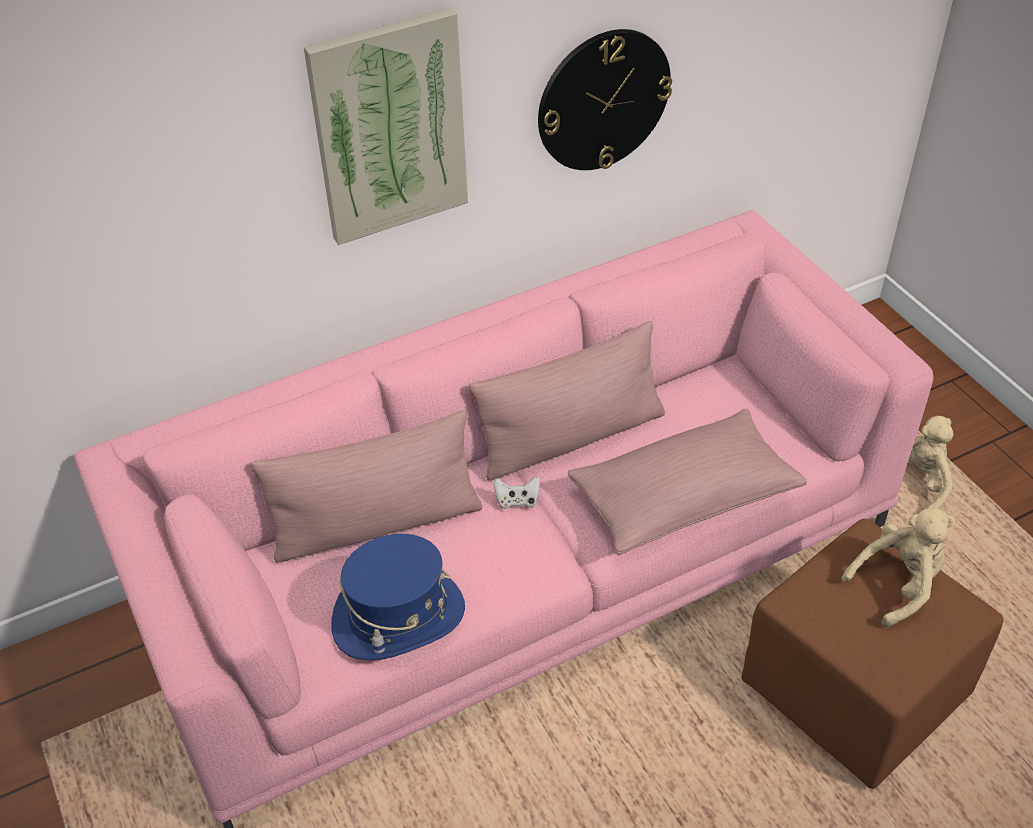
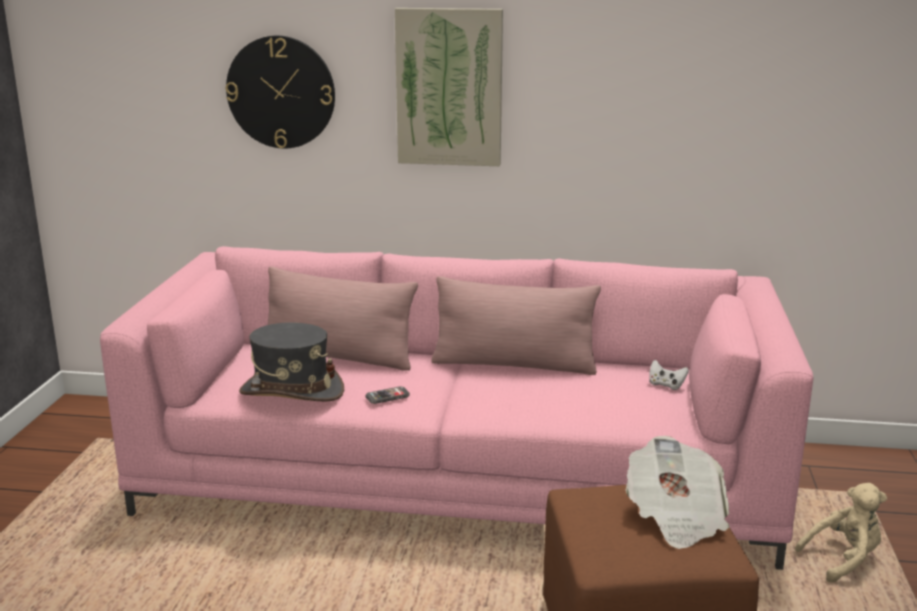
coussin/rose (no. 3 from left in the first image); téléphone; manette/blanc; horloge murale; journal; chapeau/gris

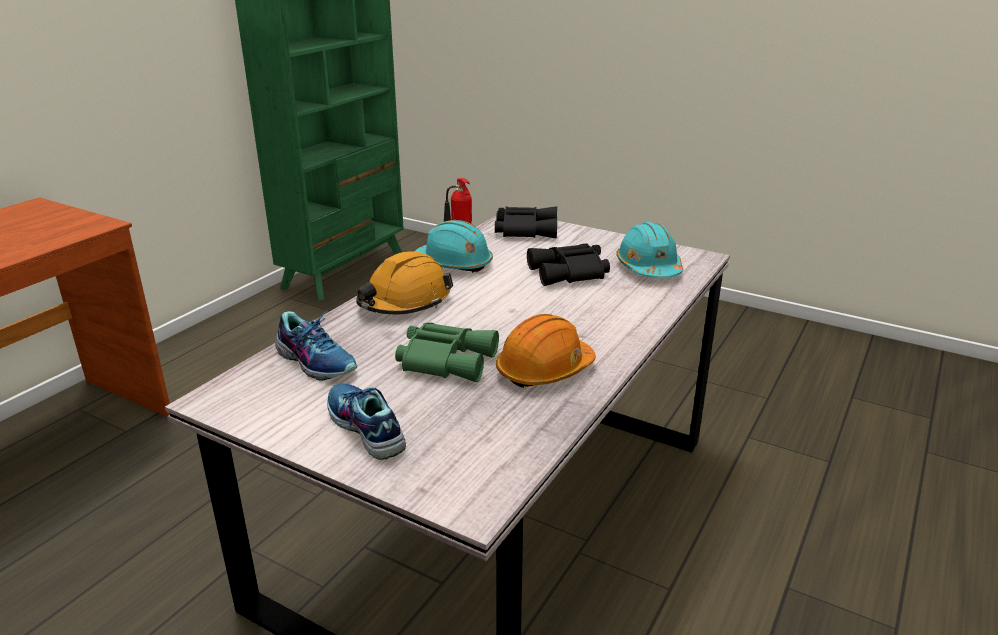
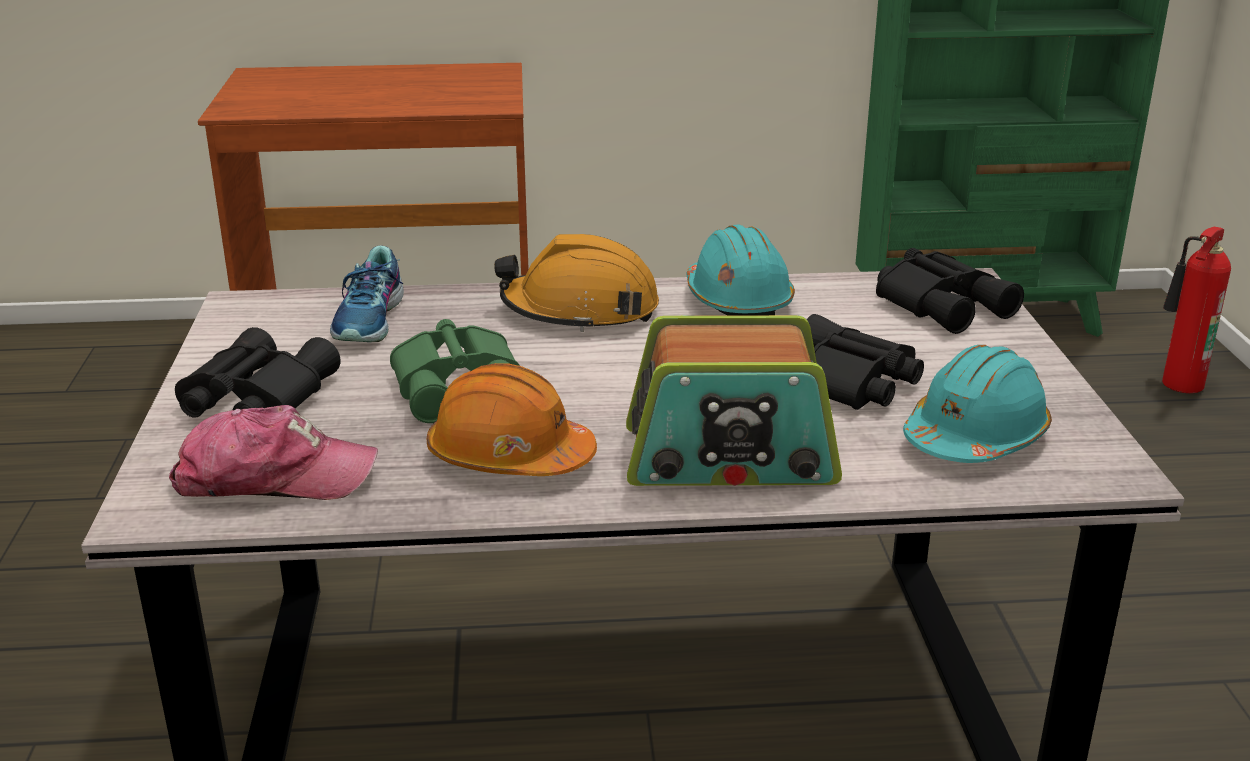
casquette; radio; jumelles/noir (no. 1 from left)

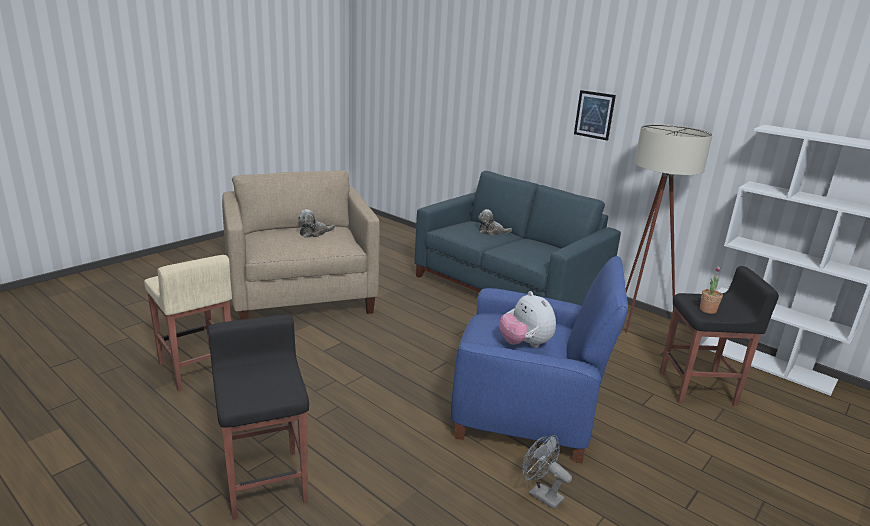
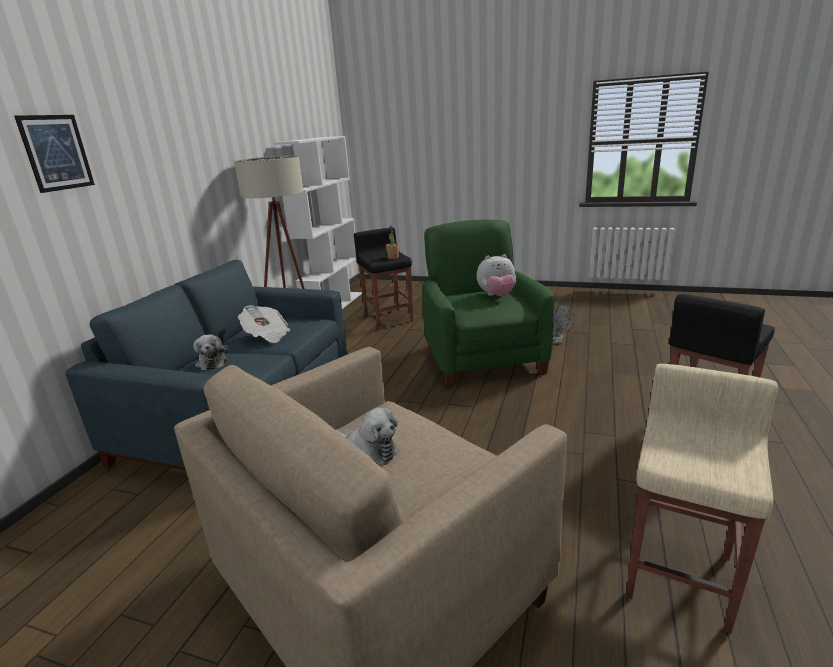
journal; tableau; fauteuil/vert; peluche (no. 3 from left)

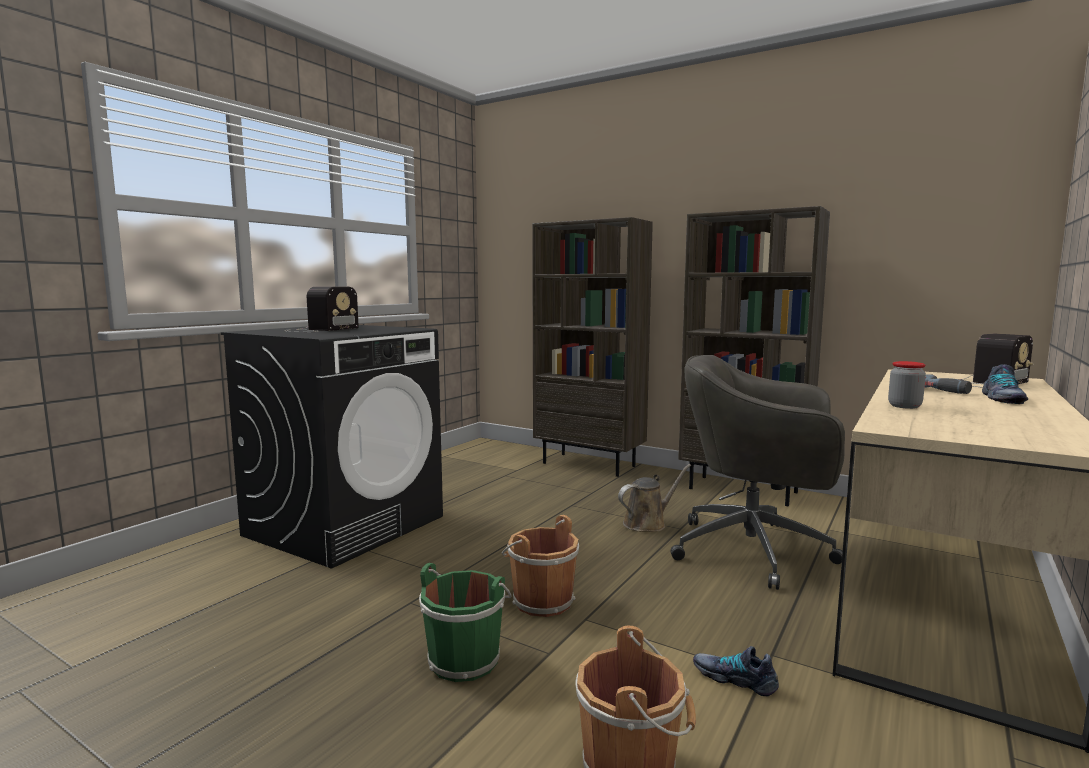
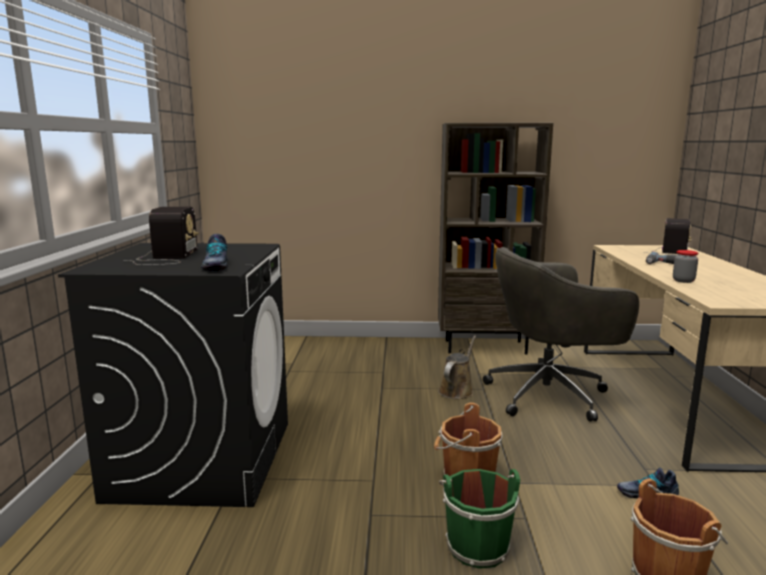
bibliothèque/marron (no. 1 from left in the first image); chaussure (no. 1 from left)

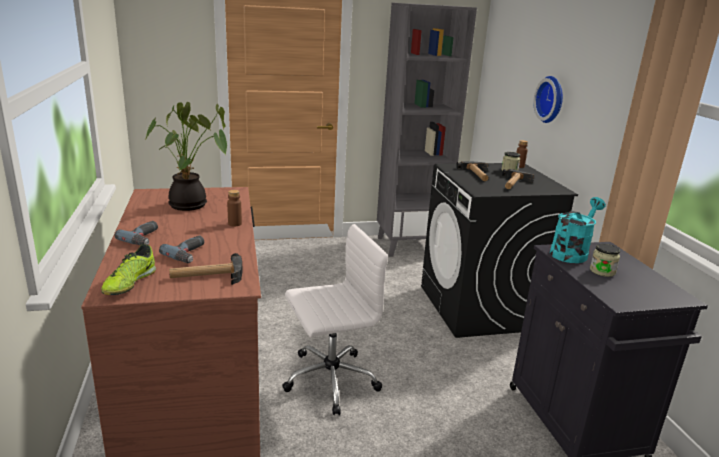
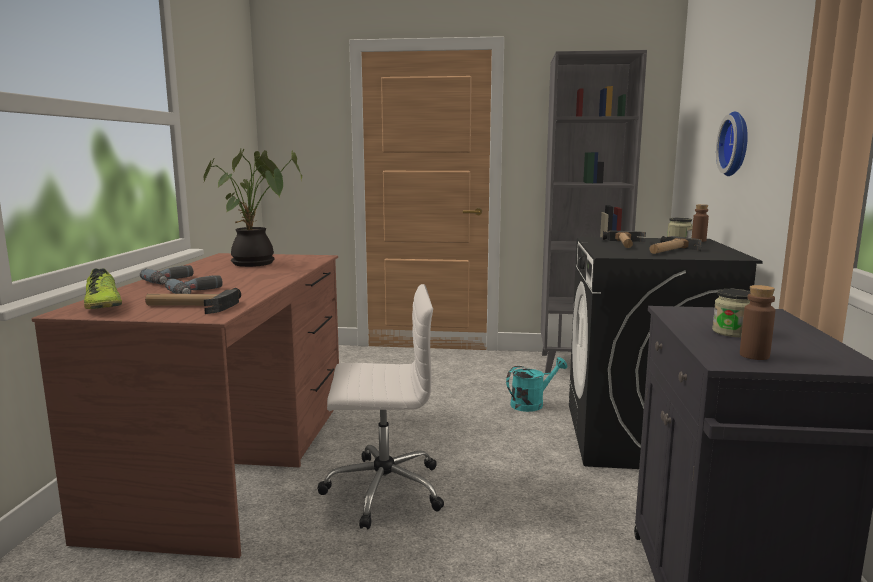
bouteille/marron (no. 2 from left); arrosoir/turquoise; chaussure

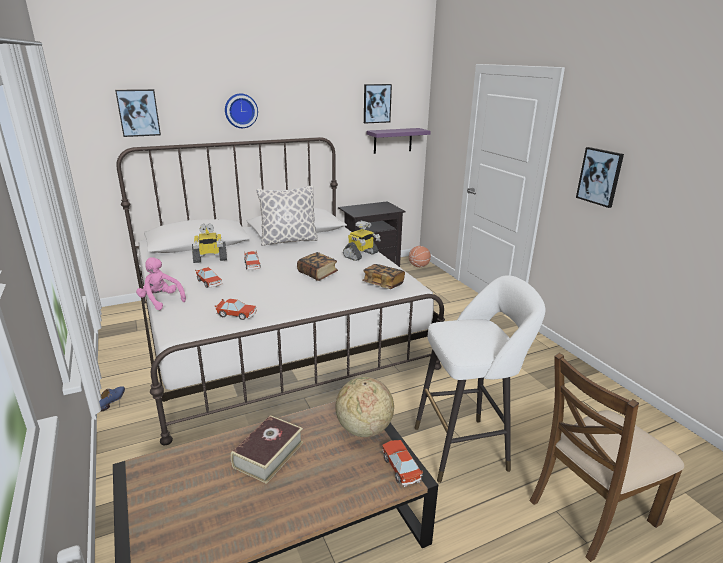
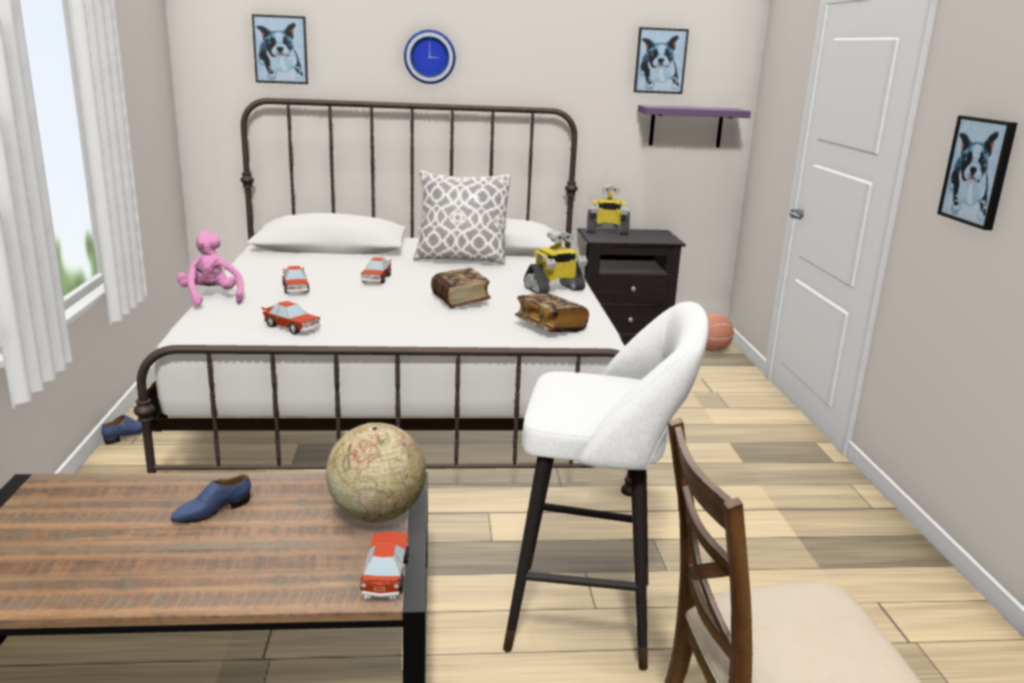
robot jouet (no. 2 from left); chaussure/bleu (no. 2 from left)

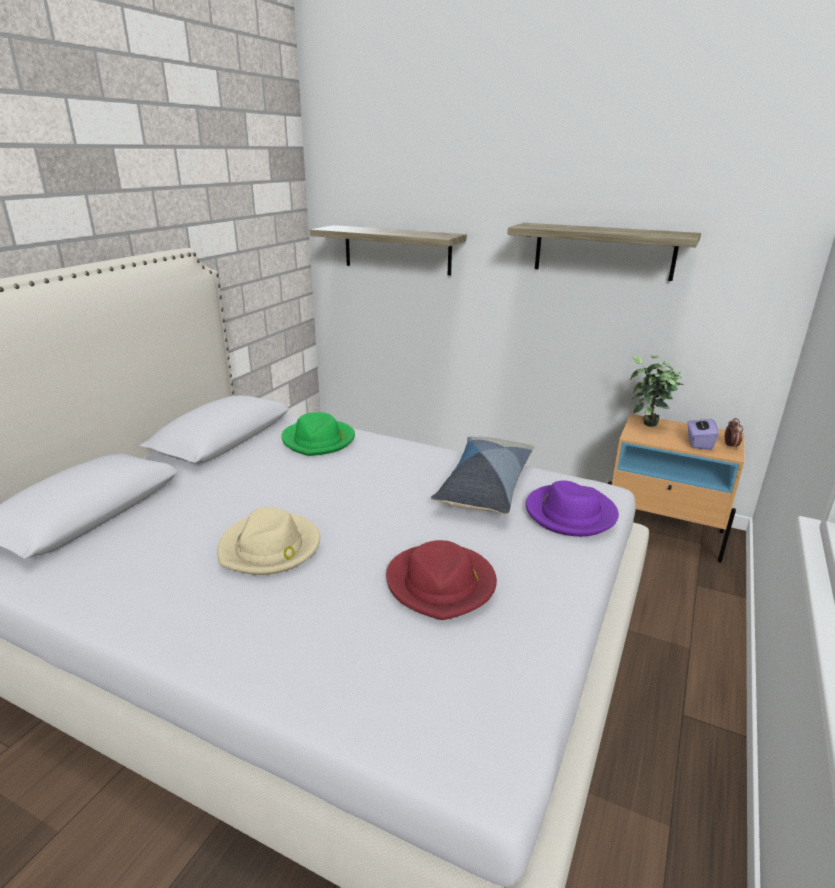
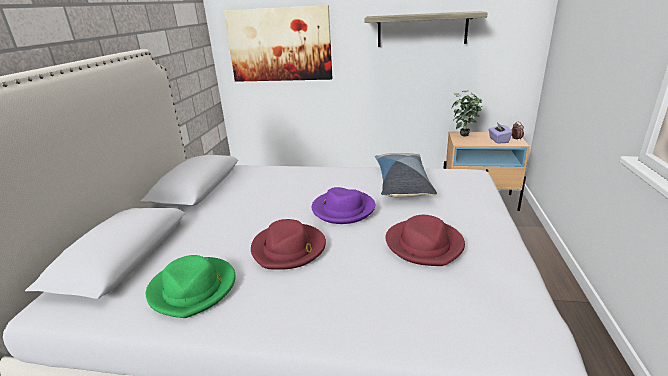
chapeau/vert; chapeau/violet; tableau; chapeau/rouge (no. 1 from left)

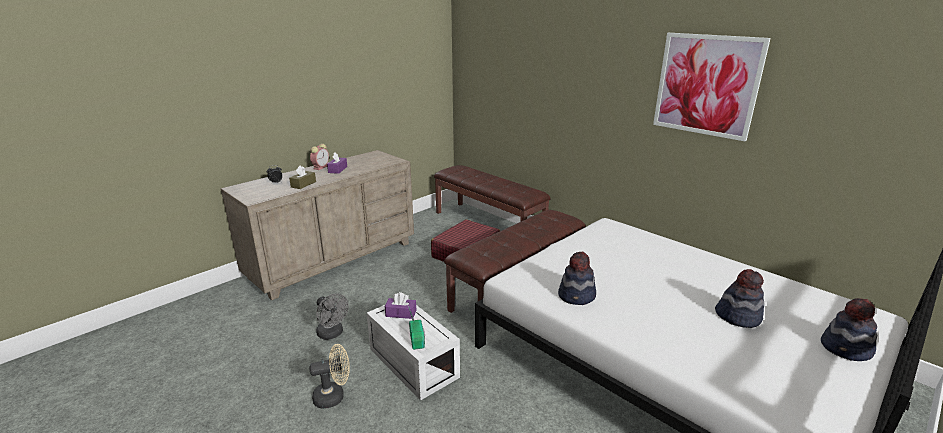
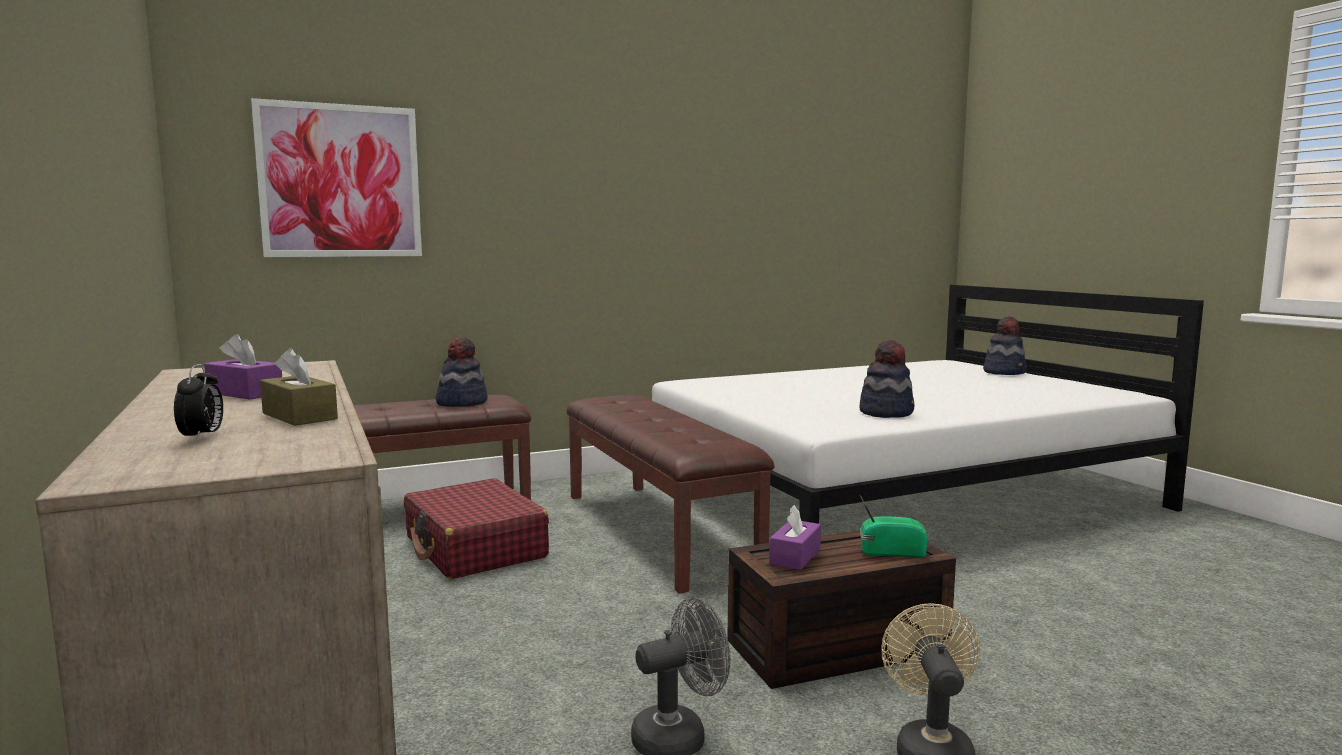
réveil (no. 2 from left in the first image); tableau; chapeau (no. 1 from left); boîte de rangement/marron

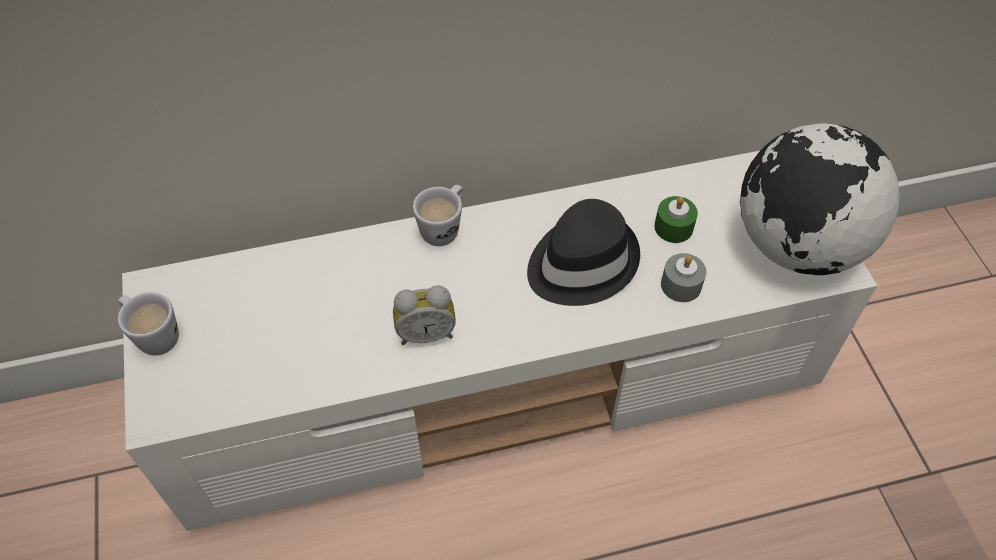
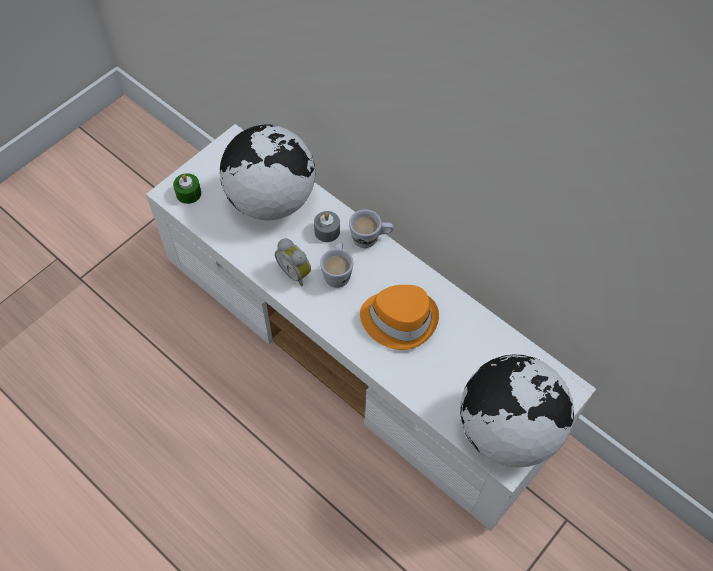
globe (no. 1 from left); mug/blanc (no. 1 from left); bougie/vert; bougie/gris; chapeau/orange

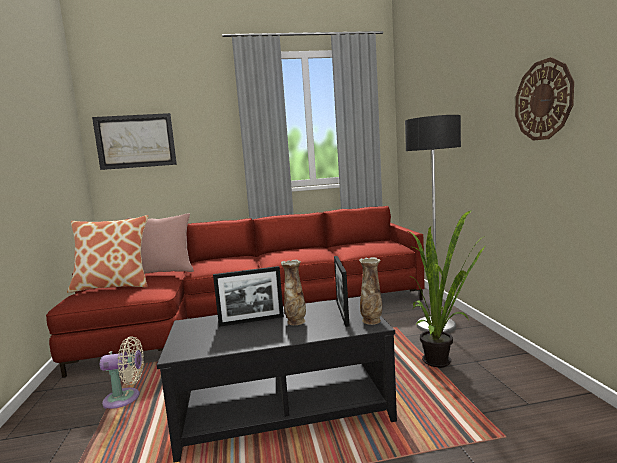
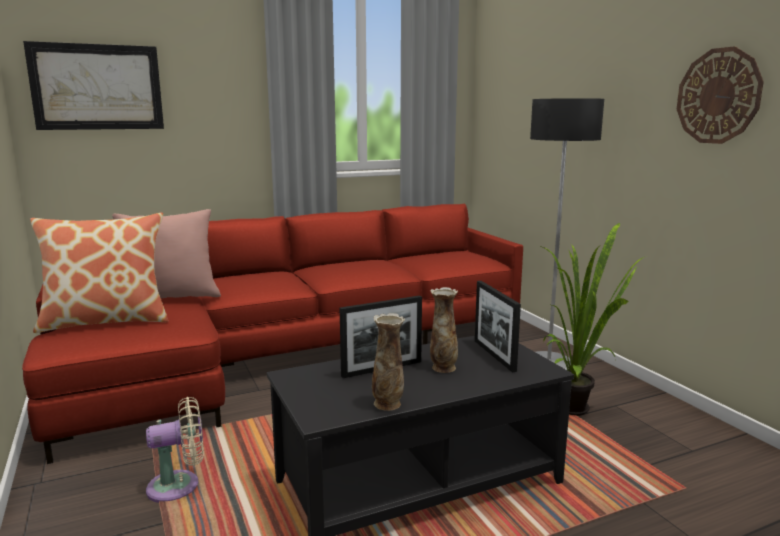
vase (no. 1 from left)

